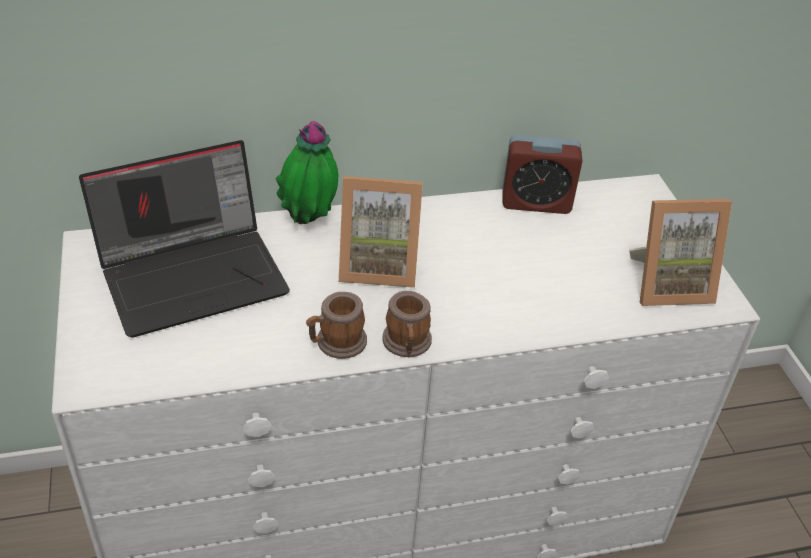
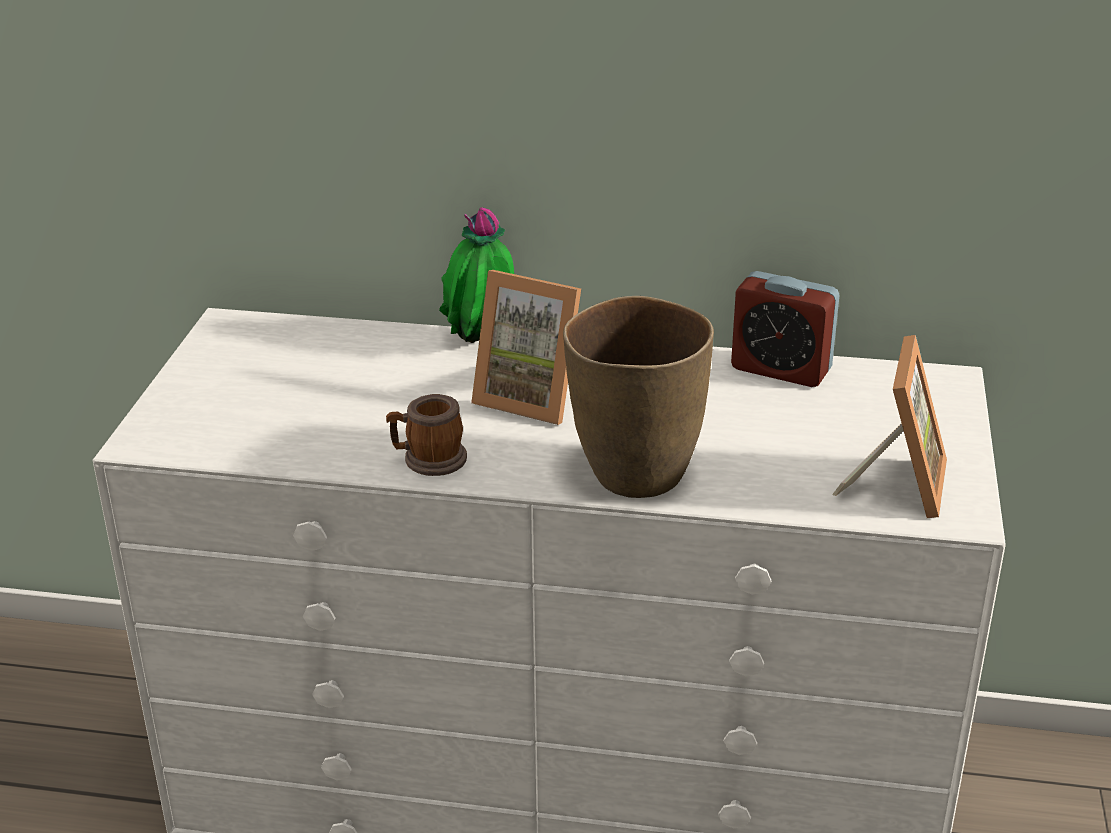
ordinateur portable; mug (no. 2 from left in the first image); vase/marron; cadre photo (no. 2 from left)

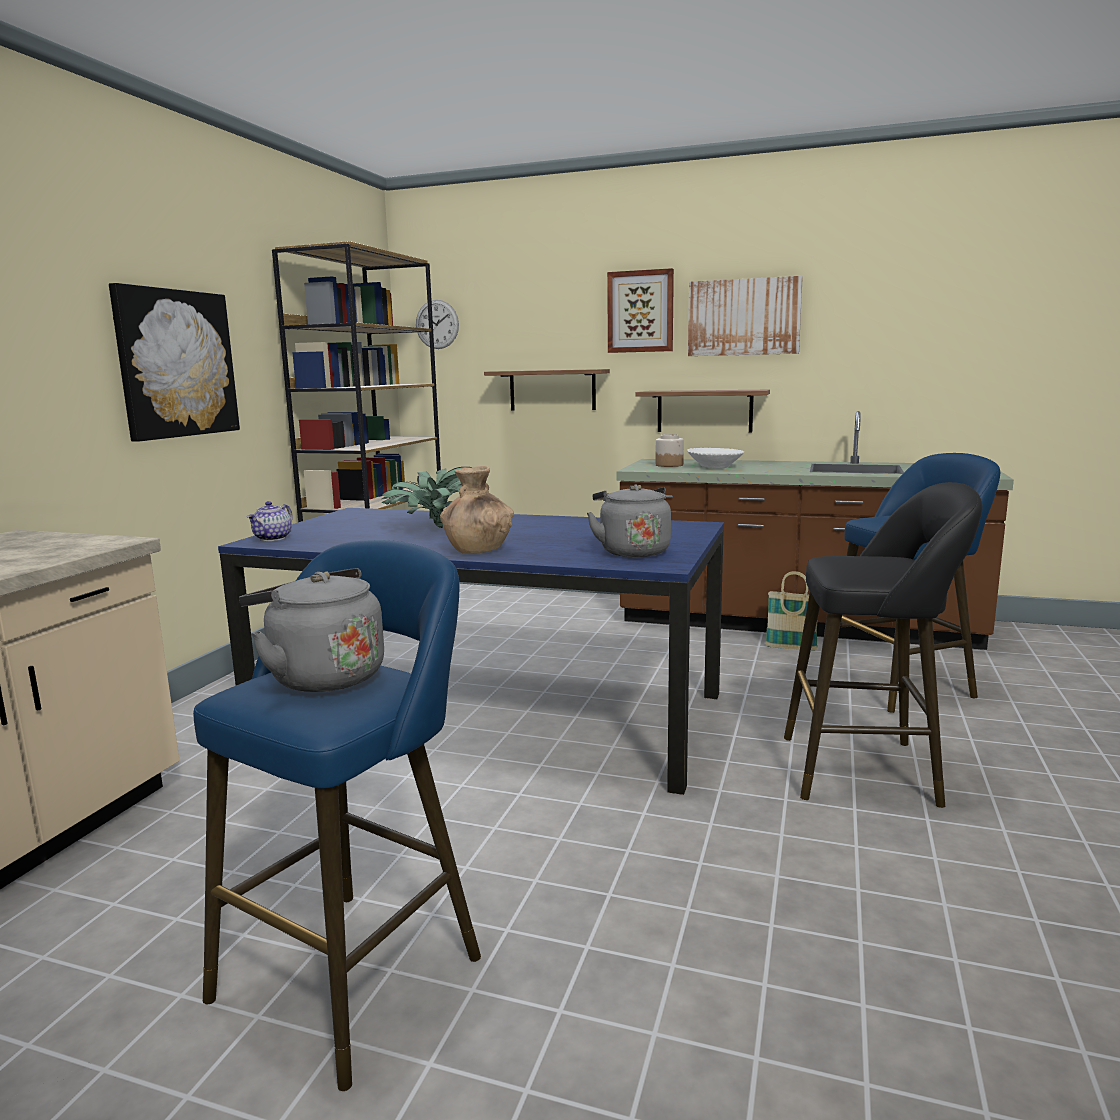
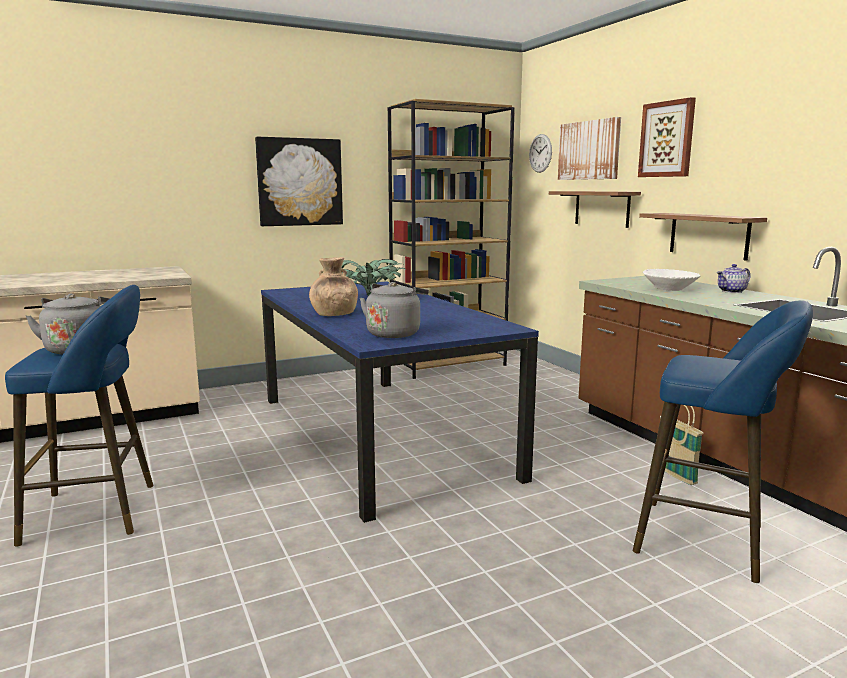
bocal; tabouret/noir; théière; tableau (no. 2 from left)

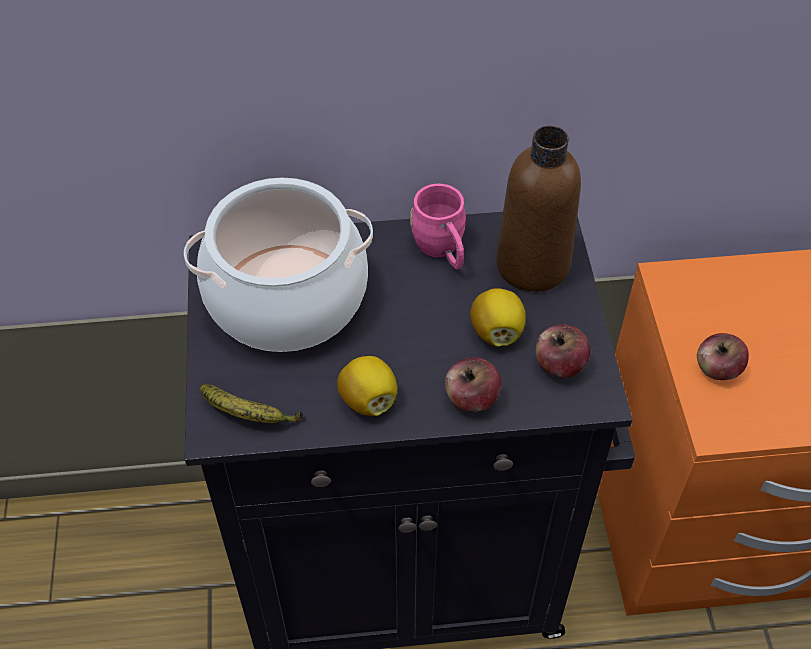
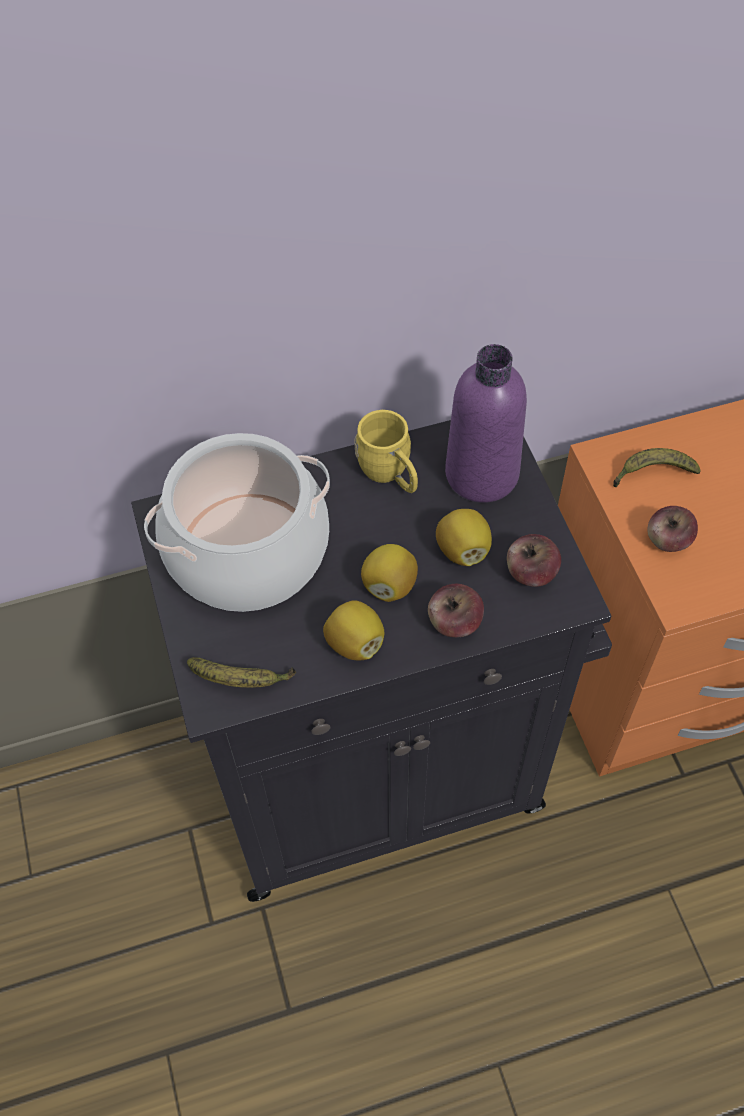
citron (no. 2 from left); banane (no. 2 from left); mug/jaune; bouteille/violet

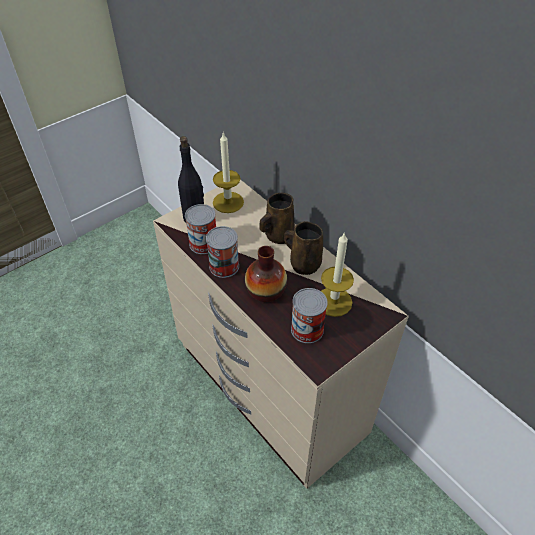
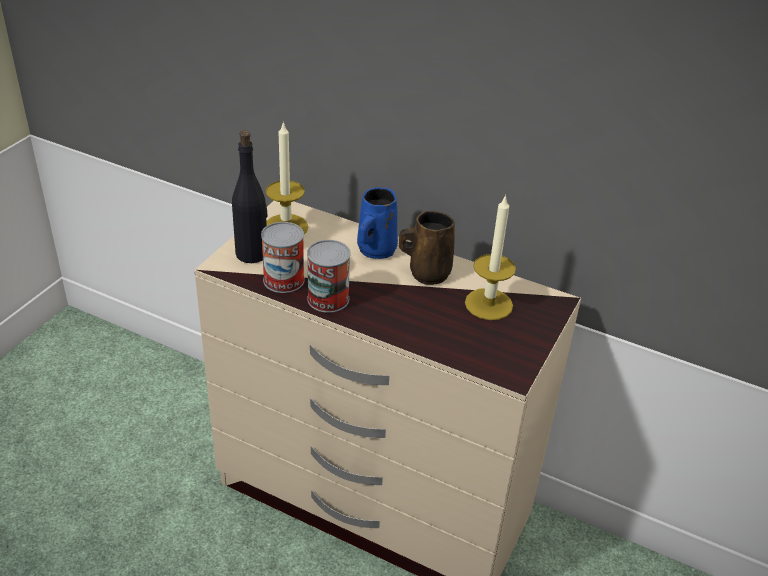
vase; boîte métallique (no. 3 from left in the first image); mug/bleu

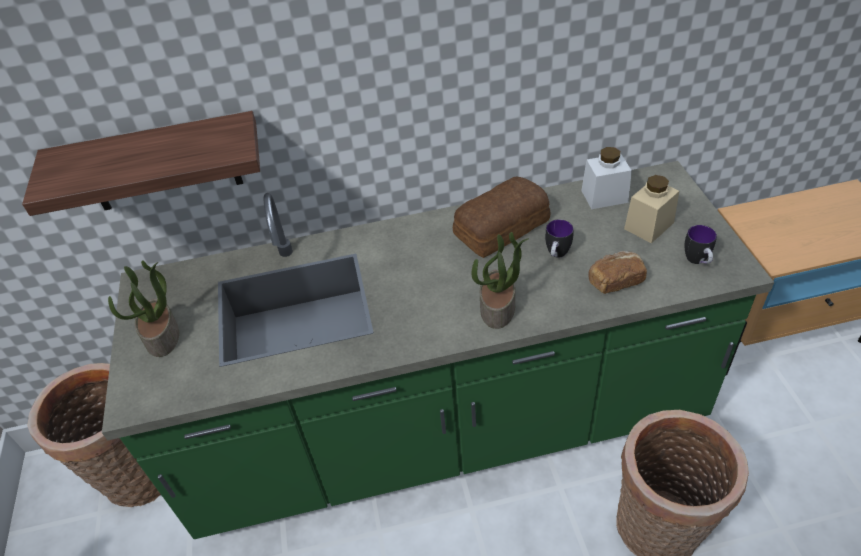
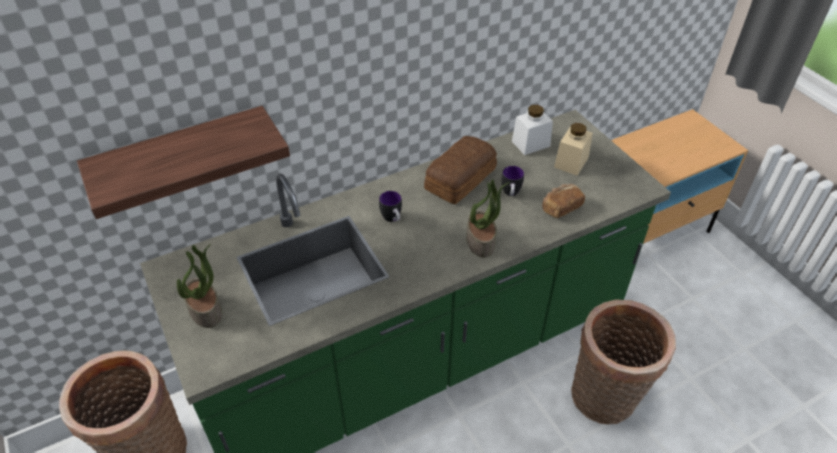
mug (no. 1 from left)

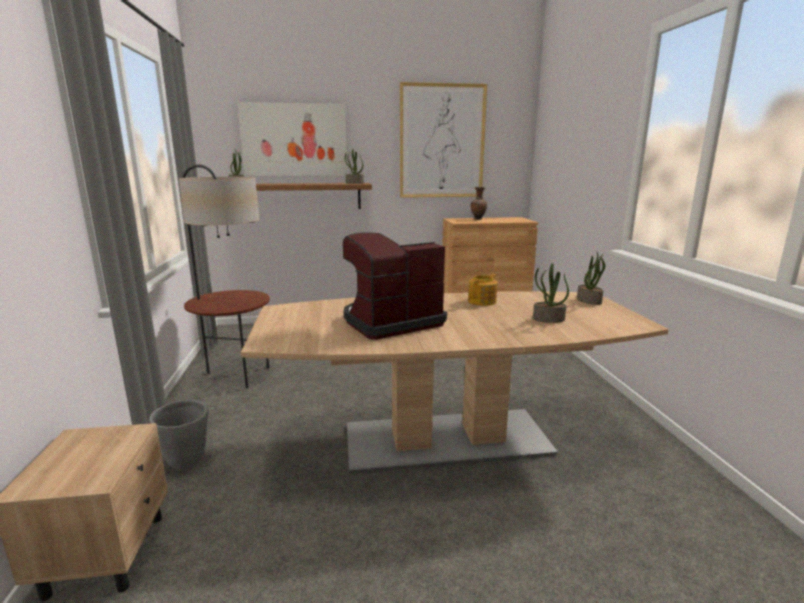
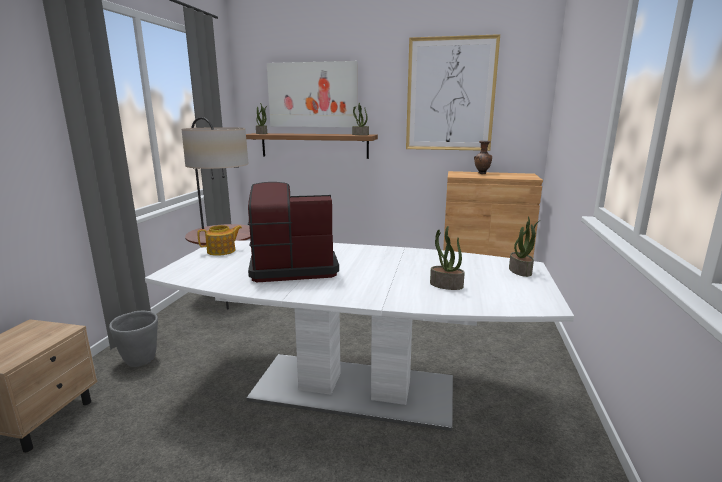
théière; table à manger/blanc

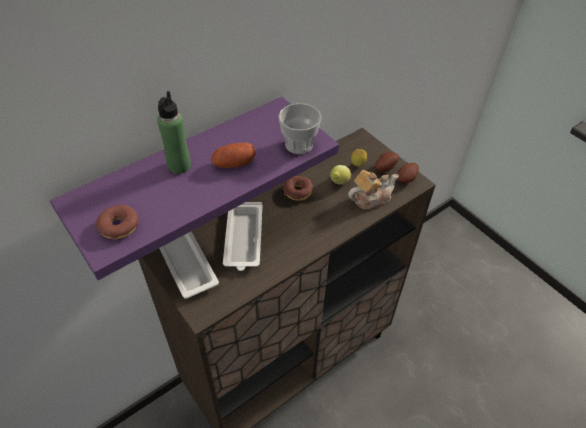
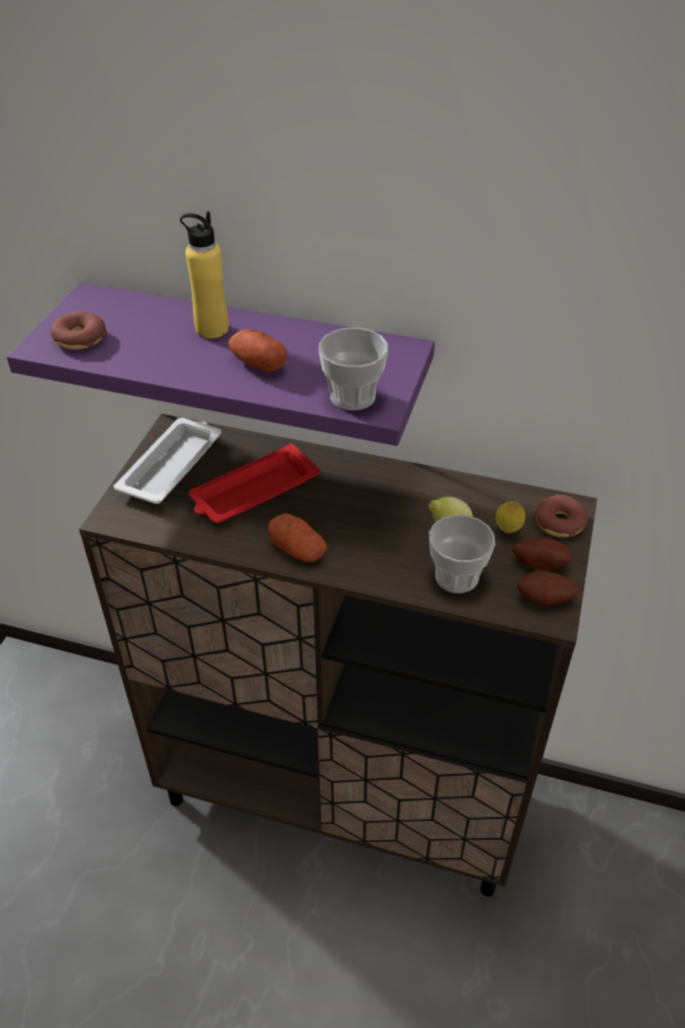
pomme de terre (no. 2 from left); beignet (no. 2 from left); tasse (no. 2 from left); bouteille/jaune; plateau/rouge

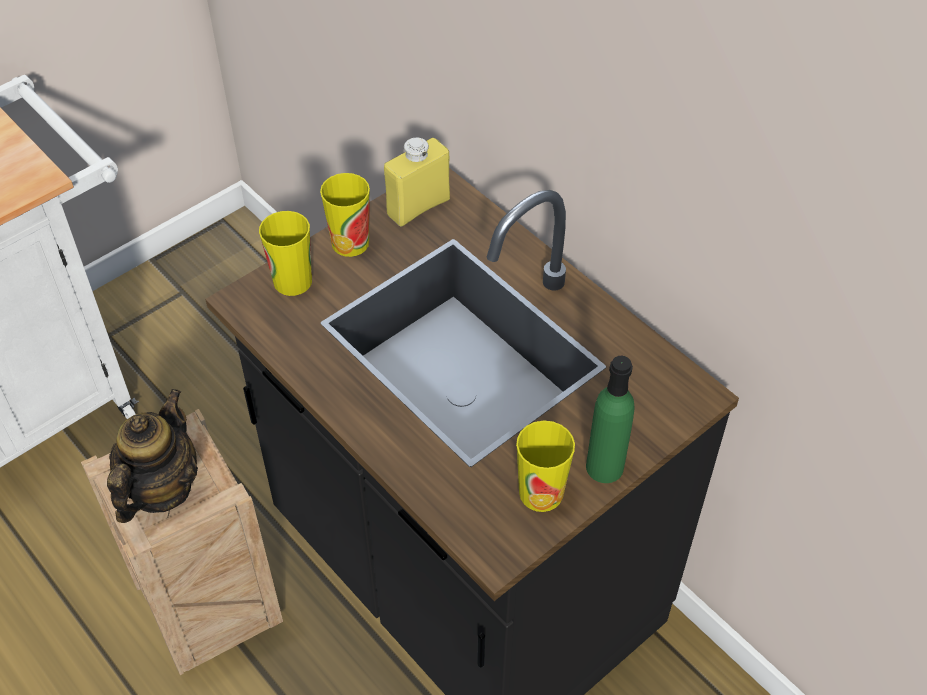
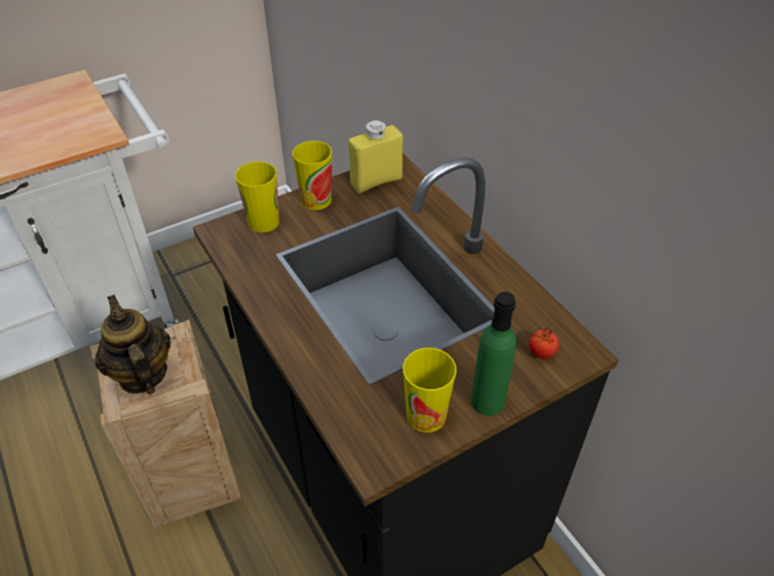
tomate; théière

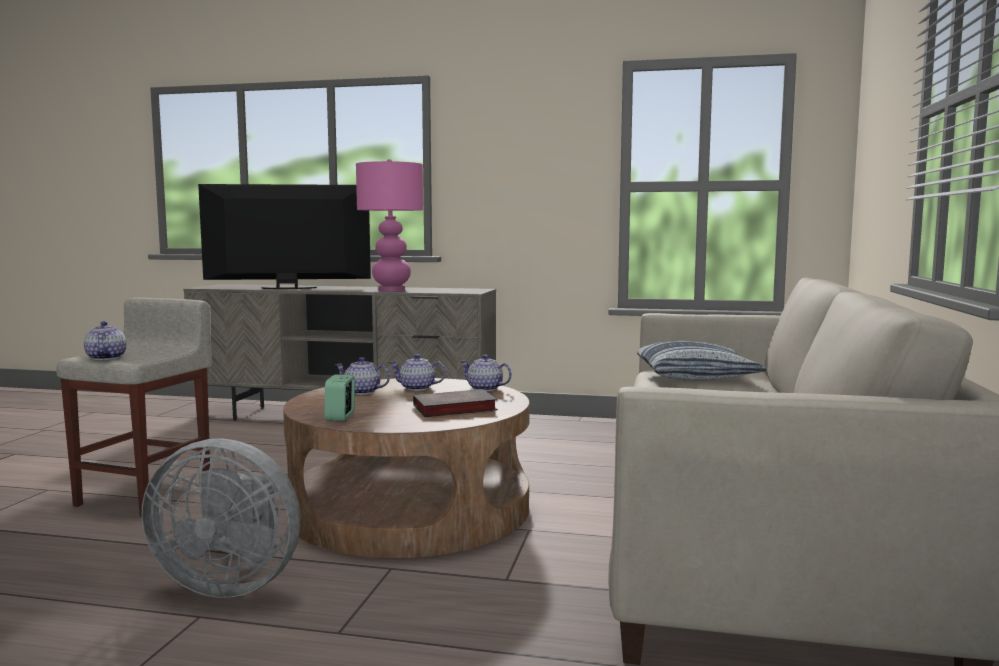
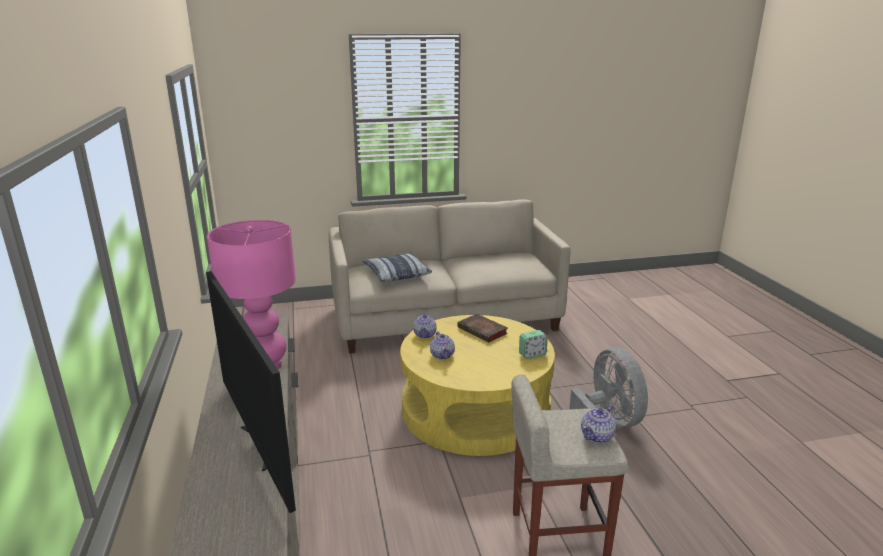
théière (no. 2 from left in the first image); table basse/jaune

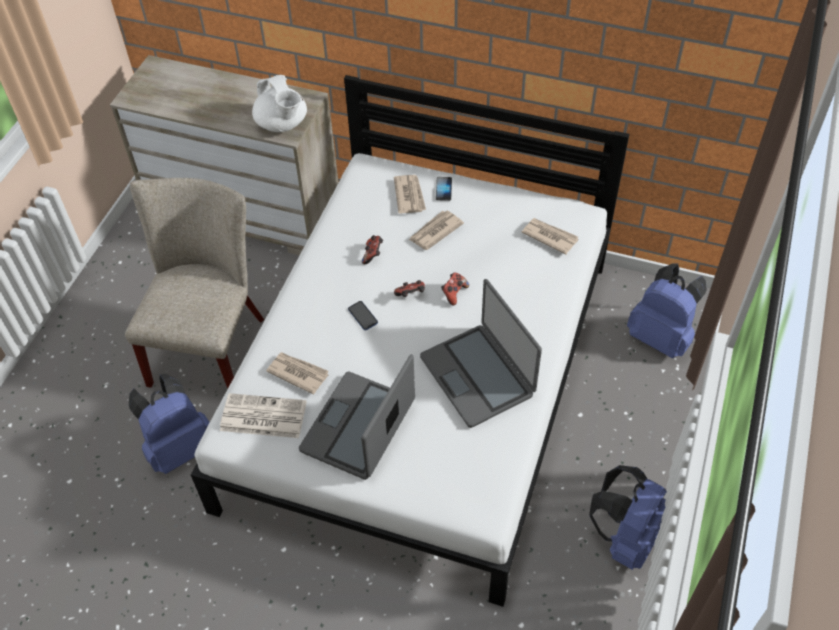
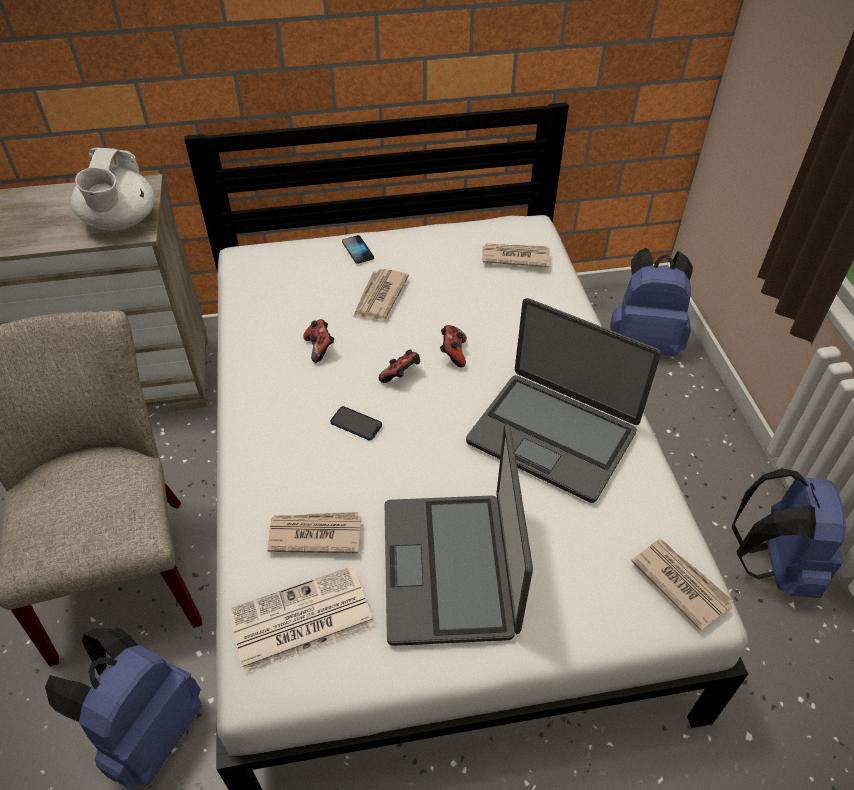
journal (no. 5 from left); théière/blanc

